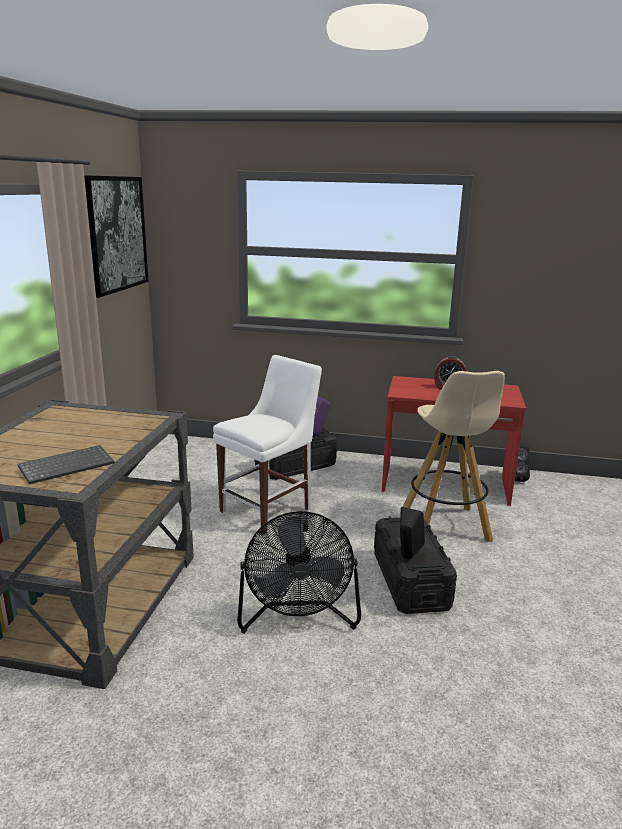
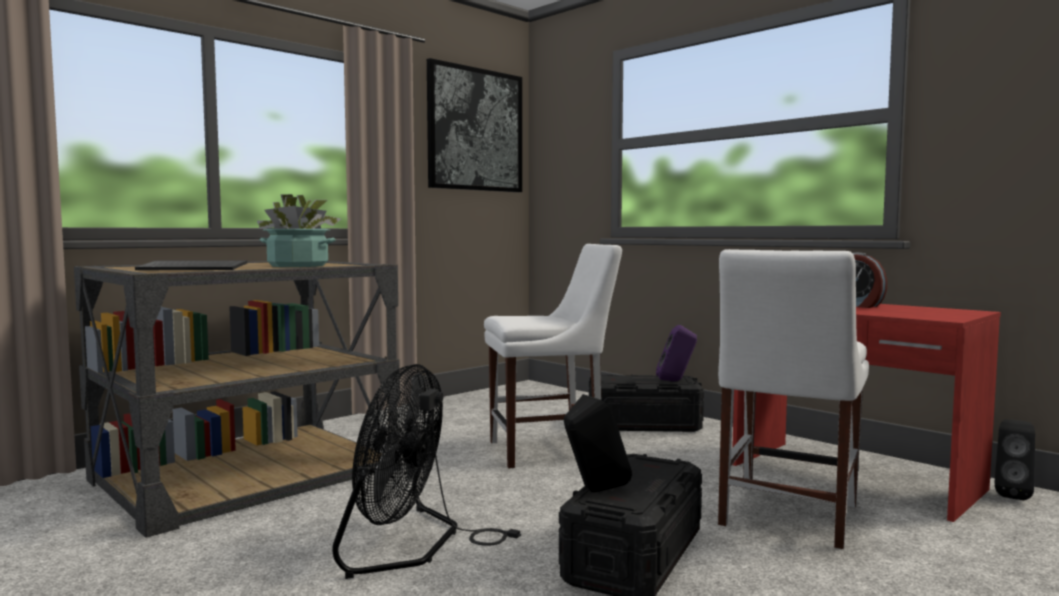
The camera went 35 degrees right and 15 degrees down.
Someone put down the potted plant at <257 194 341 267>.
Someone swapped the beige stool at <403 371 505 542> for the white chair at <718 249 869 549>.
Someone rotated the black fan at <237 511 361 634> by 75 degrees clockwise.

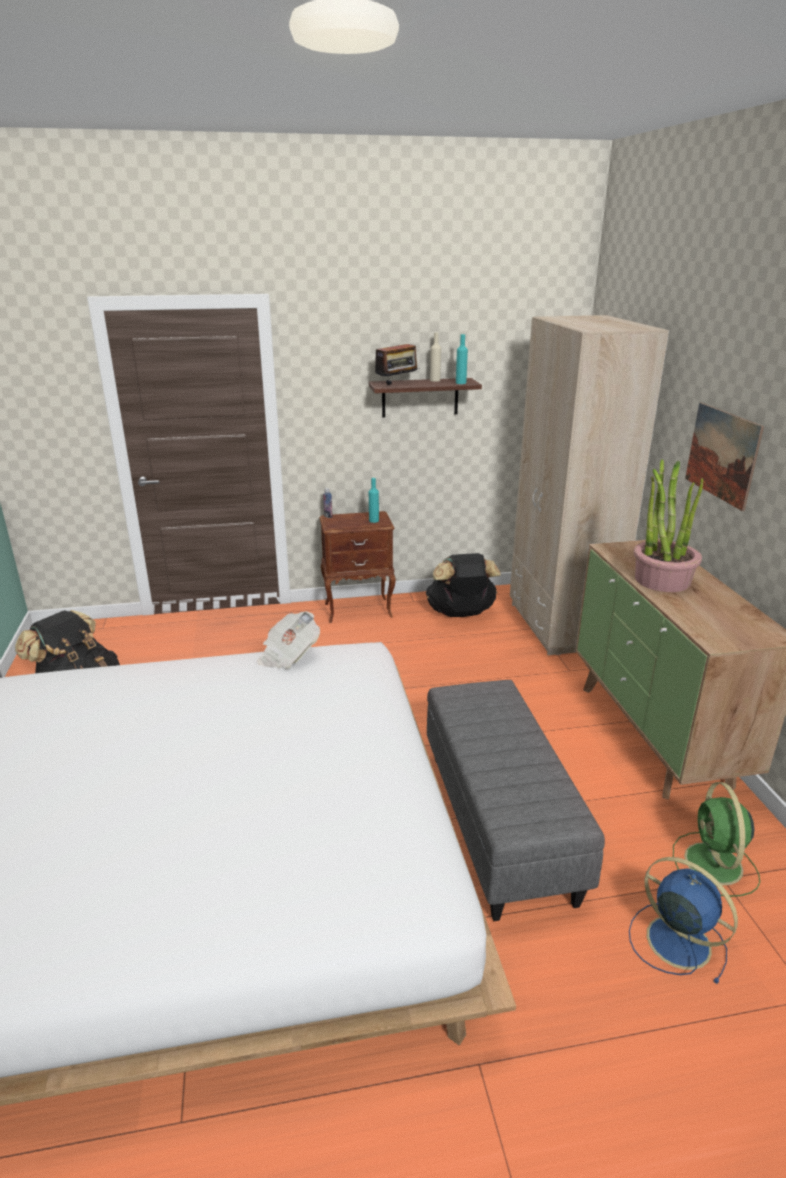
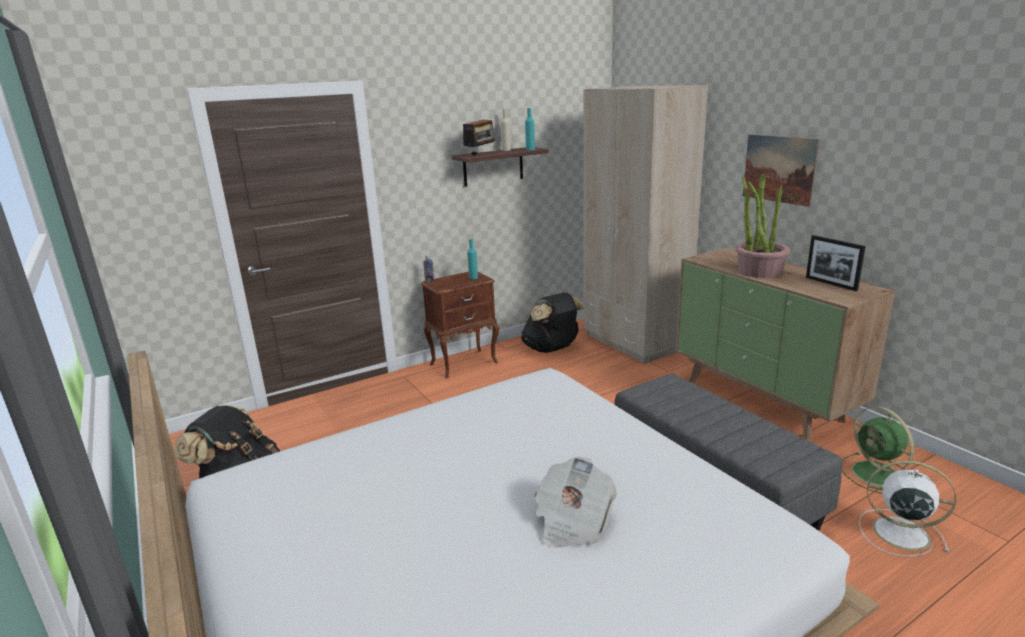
The camera went 20 degrees left and 5 degrees down.
Someone put down the picture frame at <806 235 866 291>.
Someone carried the newspaper from <257 611 320 669> to <534 457 617 548>.
Someone repainted the blue fan at <629 857 738 984>, which became the white fan at <859 460 956 557>.

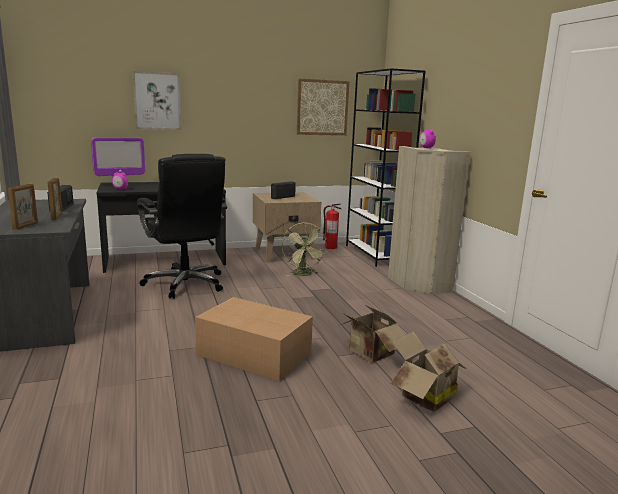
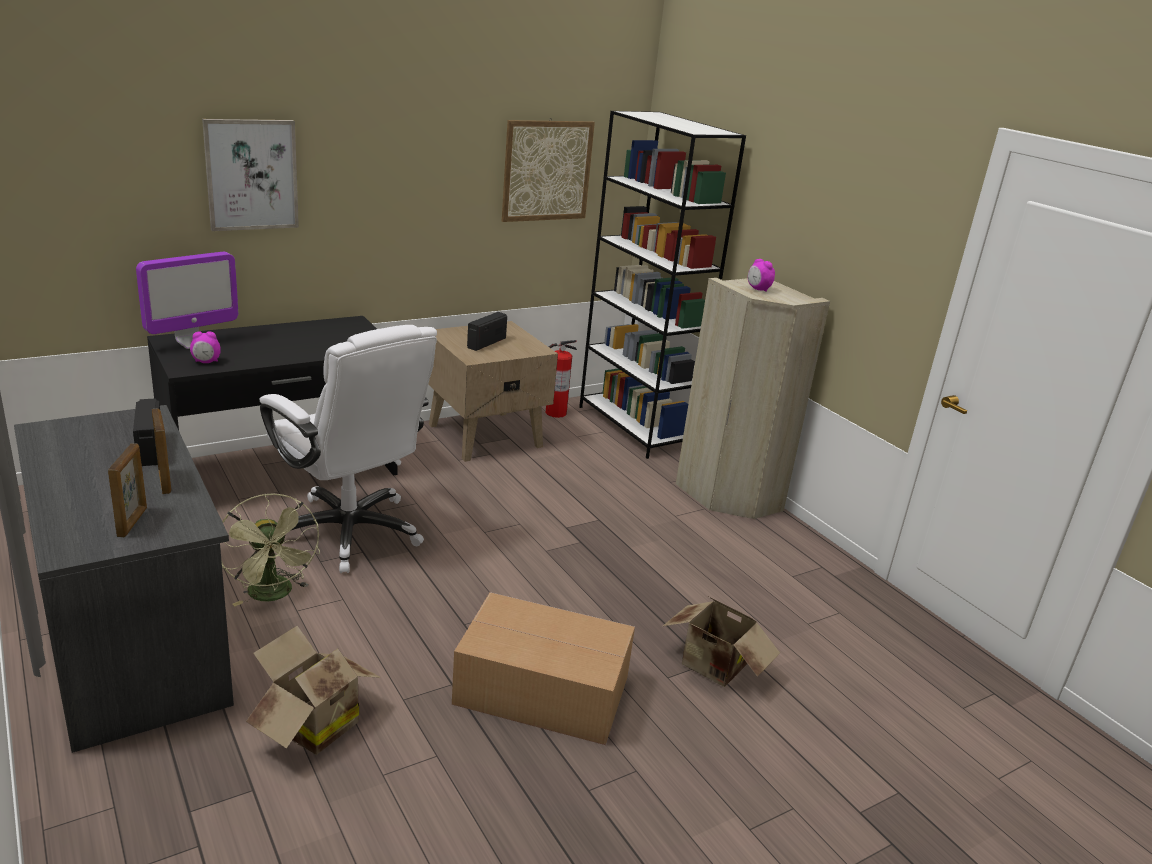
The camera went 15 degrees left and 10 degrees up.
Someone carried the green fan from <282 223 327 276> to <222 493 320 606>.
Someone carried the cardboard box from <391 331 468 412> to <246 626 381 755>.
Someone repainted the black office chair at <137 154 227 299>, which became the white office chair at <259 325 437 573>.

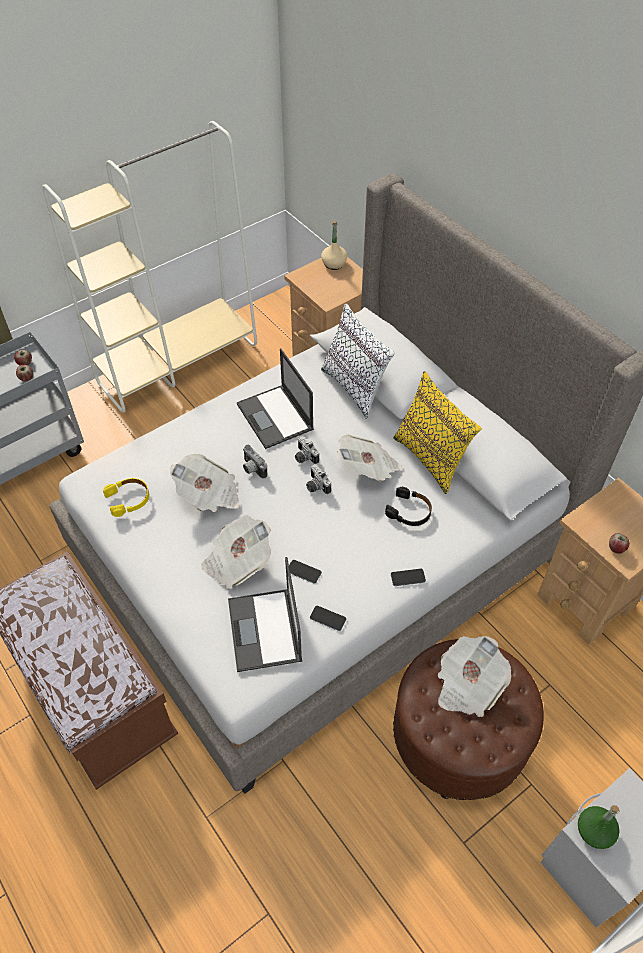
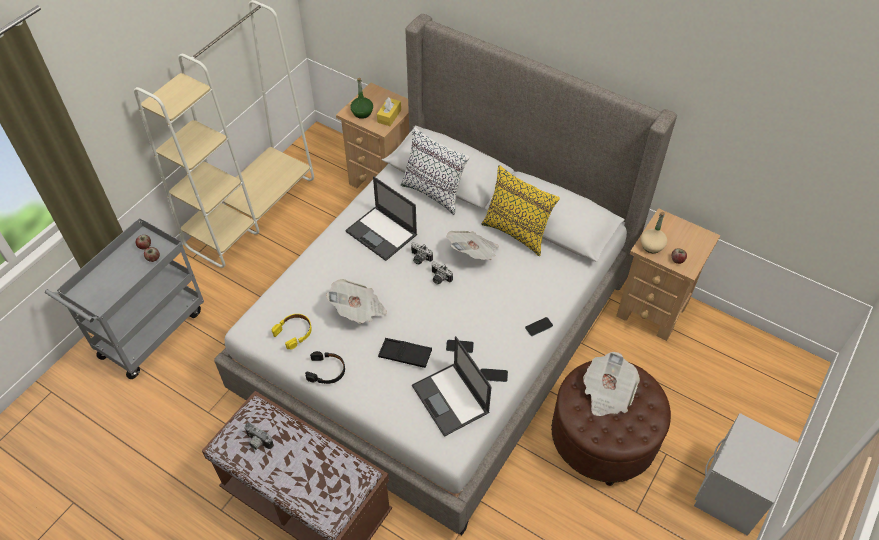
The camera went 20 degrees left and 0 degrees up.
Someone put down the yellow tissue box at <377 97 401 126>.
Someone carried the photo camera from <243 444 267 479> to <244 423 273 450>.
Someone carried the beige bottle from <321 221 347 270> to <641 212 667 253>.
Someone carried the black headphones from <385 487 432 526> to <305 351 345 384>.
Someone carried the green bottle from <578 805 620 849> to <350 78 373 119>.
Someone swapped the newspaper at <201 515 271 590> for the black tray at <378 338 432 368>.

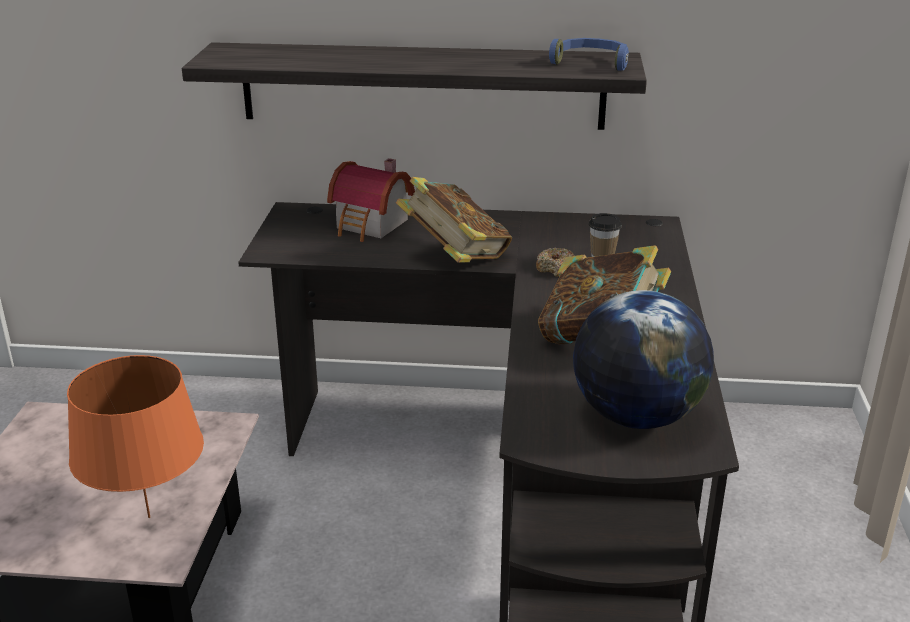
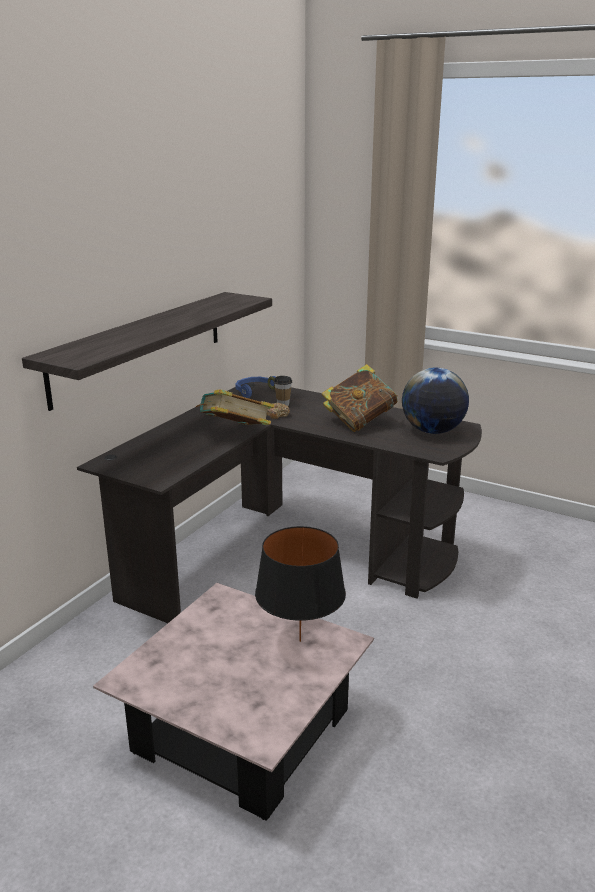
The camera went 65 degrees left and 5 degrees down.
Someone took away the toy house at <327 158 415 242>.
Someone carried the blue headphones from <549 38 629 71> to <235 376 275 398>.
Someone repainted the orange table lamp at <67 355 204 518>, which became the black table lamp at <255 526 346 642>.

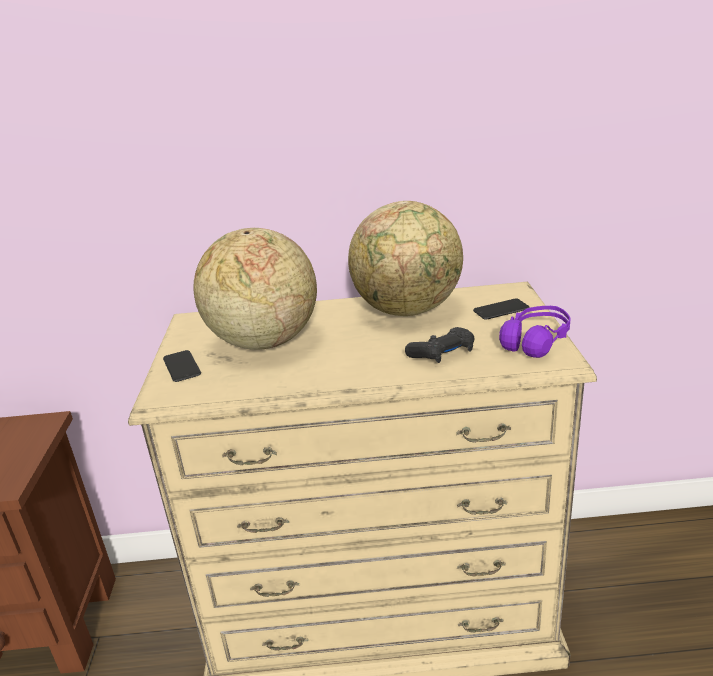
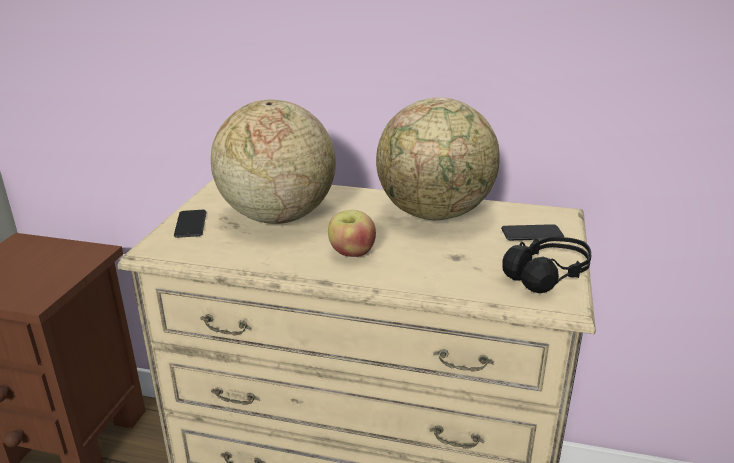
The camera went 15 degrees right and 0 degrees up.
Someone took away the black game controller at <405 327 474 363>.
Someone put down the apple at <328 210 376 257>.
Someone repainted the purple headphones at <499 306 570 358>, which became the black headphones at <502 237 591 293>.

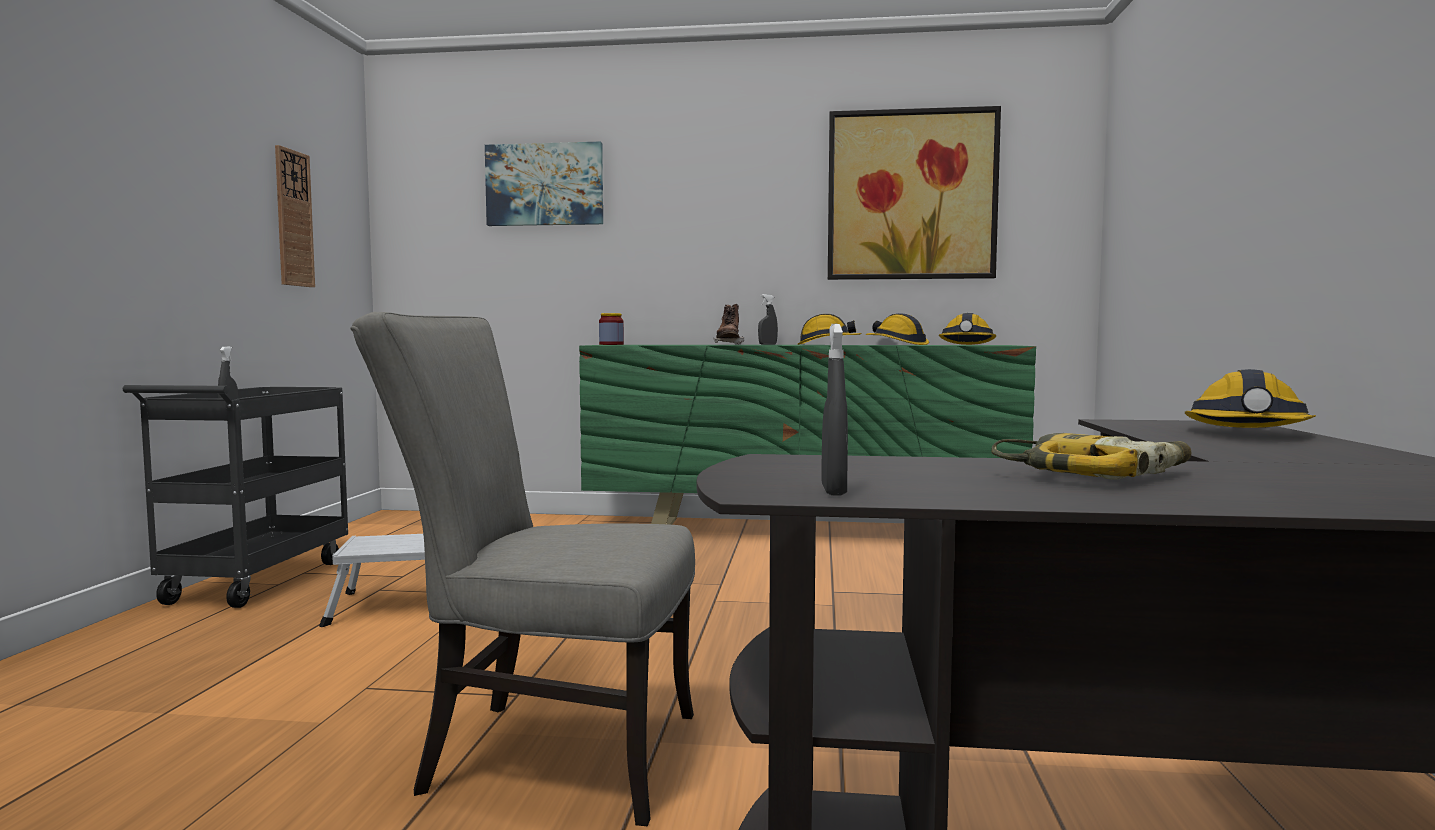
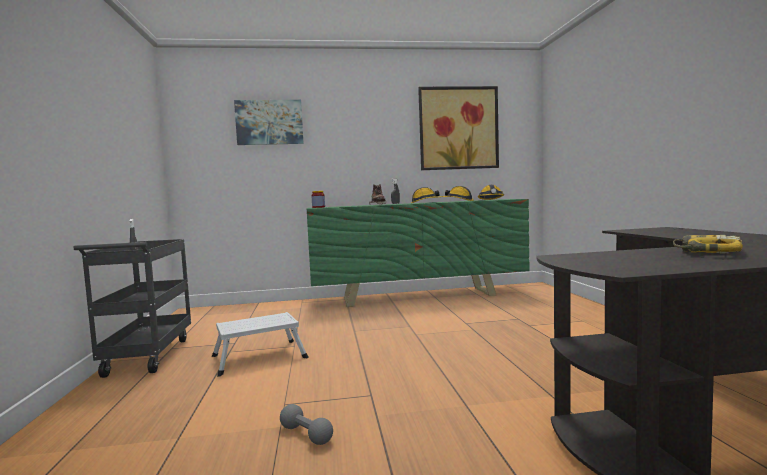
The camera went 15 degrees left and 0 degrees up.
Someone took away the wall clock at <275 145 315 287>.
Someone took away the grey chair at <350 312 695 826>.
Someone took away the grey spray bottle at <821 324 848 496>.
Someone took away the hard hat at <1185 369 1316 428>.
Someone put down the grey dumbbell at <280 404 333 445>.

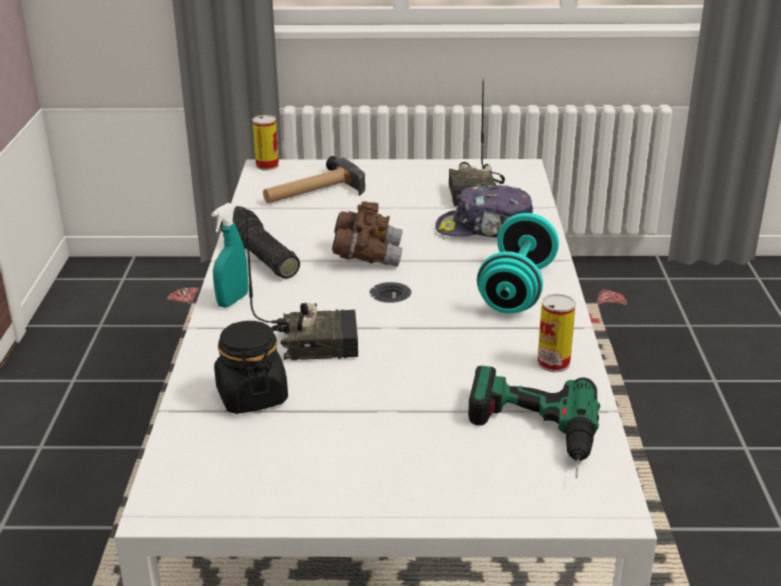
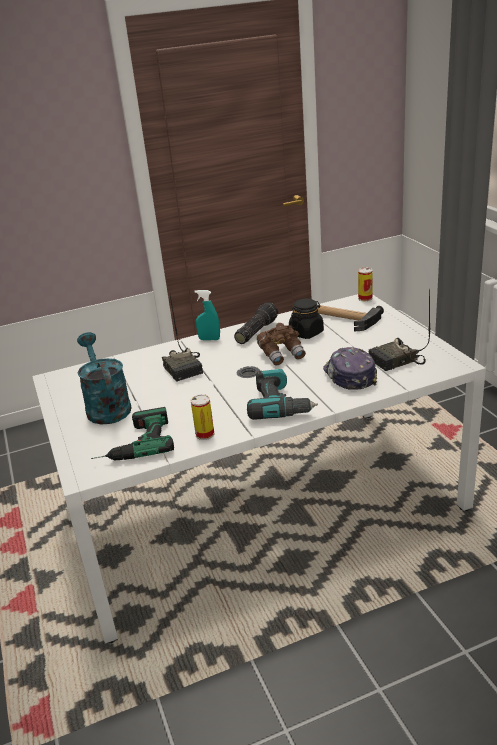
The camera went 70 degrees right and 0 degrees up.
Someone put down the turquoise watering can at <77 332 132 425>.
Someone carried the black jar from <214 321 288 414> to <289 299 324 339>.
Someone swapped the turquoise dumbbell at <477 213 559 314> for the power drill at <247 369 318 420>.

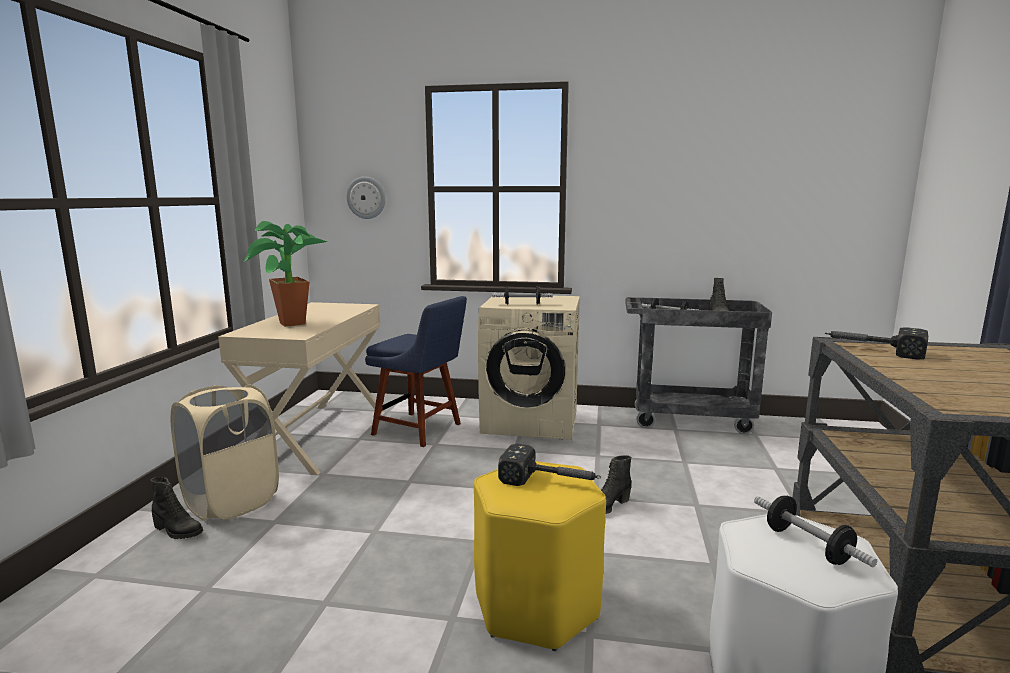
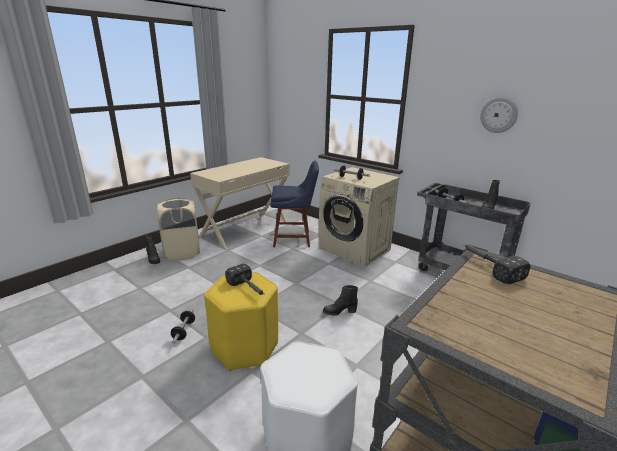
The camera went 30 degrees right and 10 degrees up.
Someone took away the potted plant at <244 221 328 327>.
Someone carried the wall clock from <346 177 386 219> to <480 97 518 133>.
Someone carried the dumbbell from <754 495 877 567> to <171 309 195 344>.
Someone rotated the blue chair at <365 296 467 447> by 60 degrees counterclockwise.

